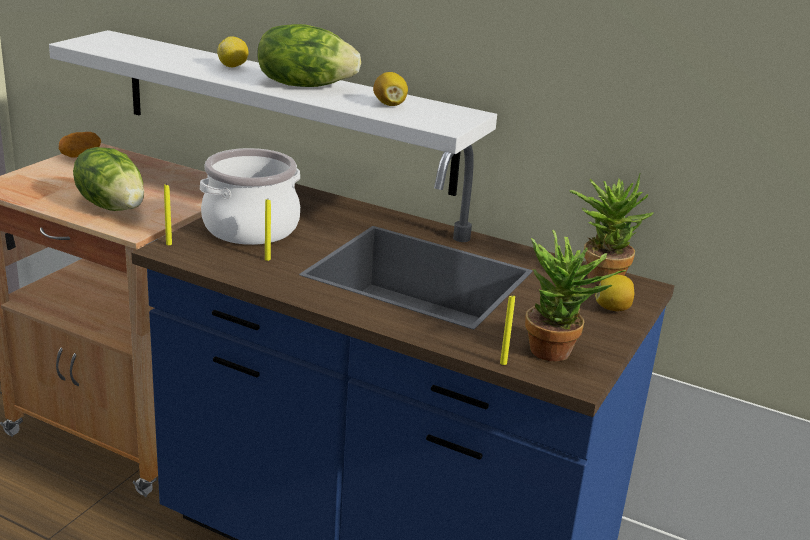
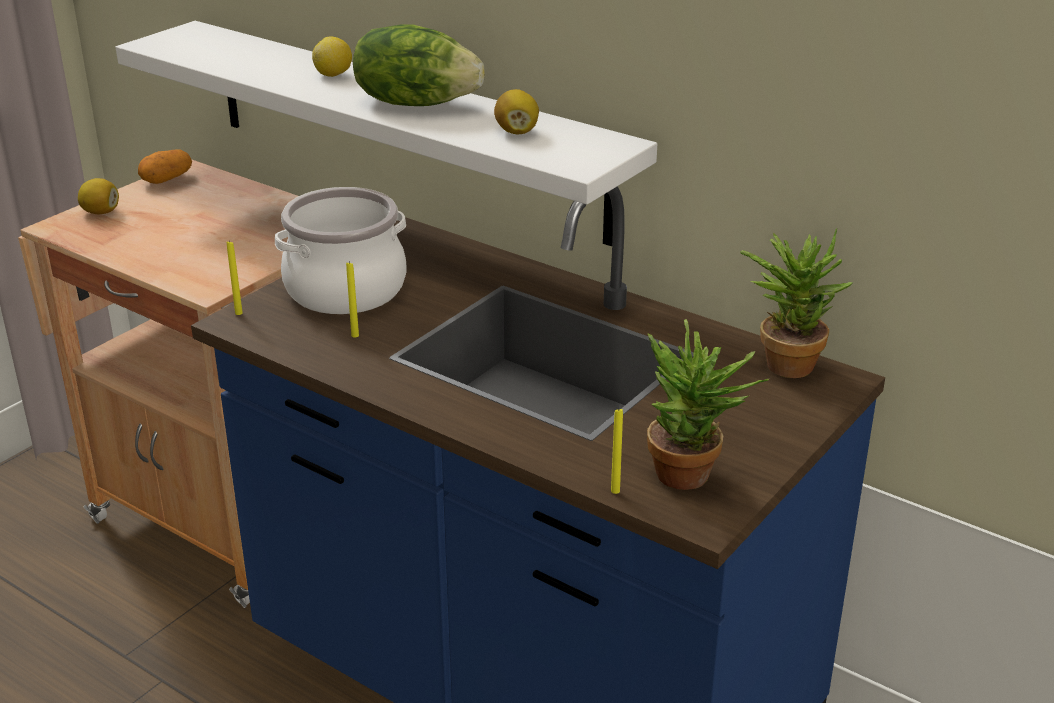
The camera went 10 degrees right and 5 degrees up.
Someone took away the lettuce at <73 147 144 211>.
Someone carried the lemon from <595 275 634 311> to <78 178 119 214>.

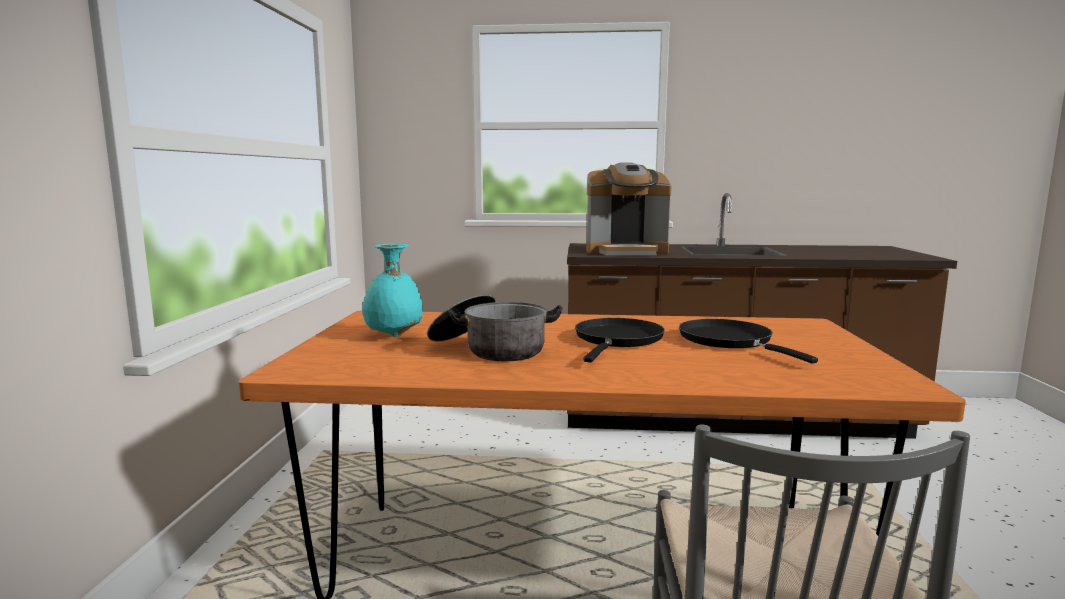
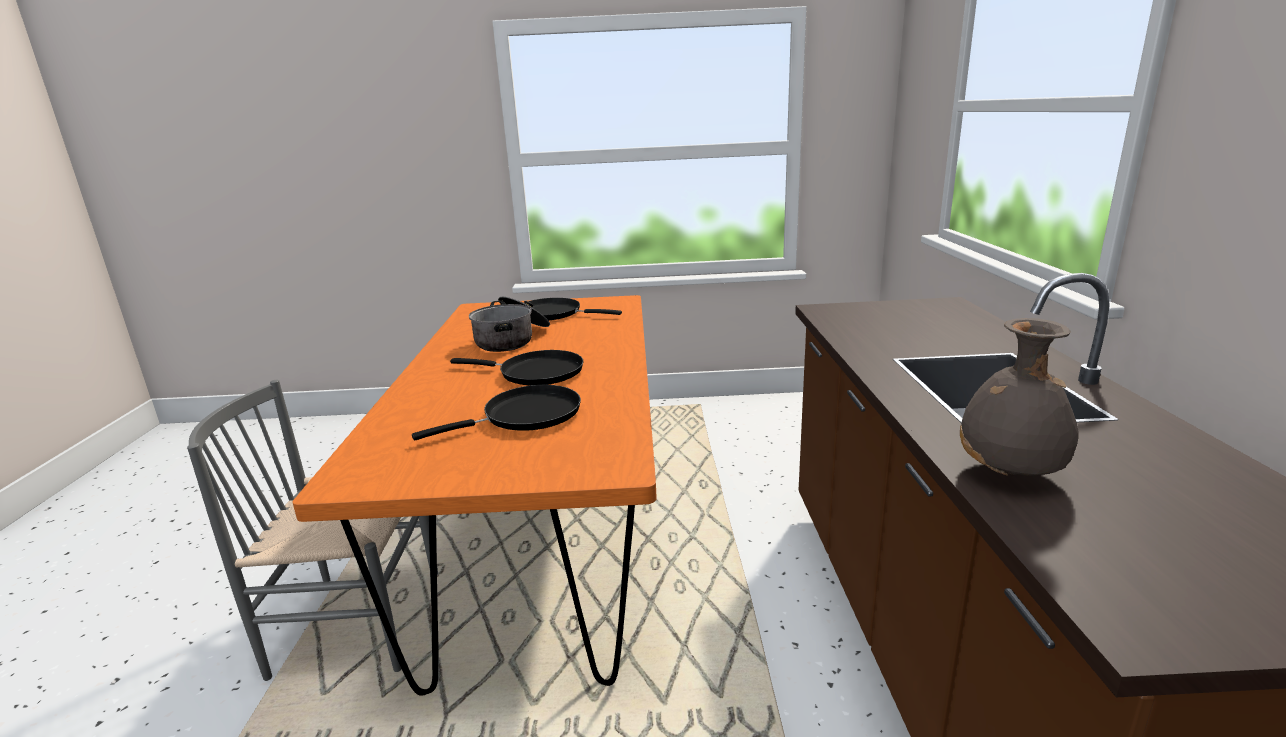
The camera went 85 degrees right and 10 degrees up.
Someone took away the coffee machine at <586 162 671 255>.
Someone put down the grey vase at <960 318 1079 476>.
Someone swapped the turquoise vase at <362 244 423 337> for the black frying pan at <528 298 622 320>.

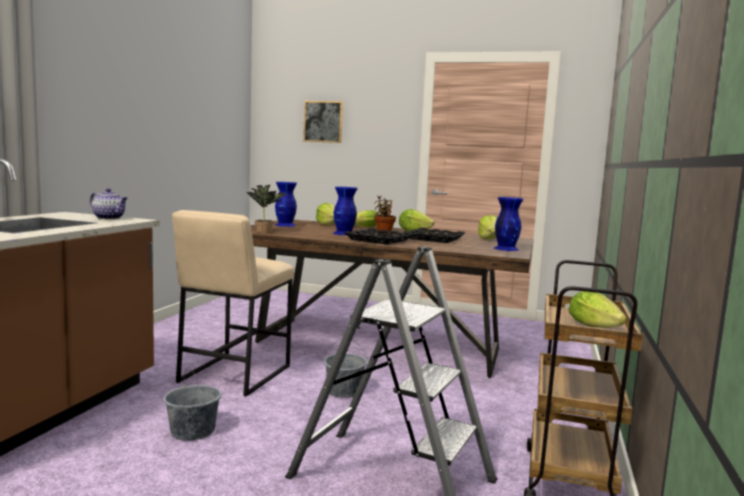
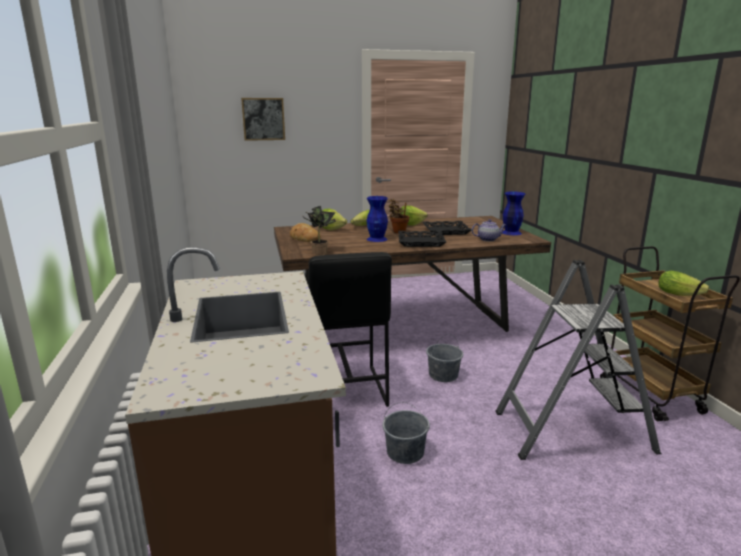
The camera went 30 degrees left and 10 degrees up.
Someone took away the lettuce at <478 215 497 239>.
Someone carried the teapot from <90 188 128 219> to <472 219 506 241>.
Someone swapped the blue vase at <275 182 297 227> for the bread at <290 223 321 242>.
Someone repainted the beige chair at <172 210 294 397>, which became the black chair at <308 252 392 407>.

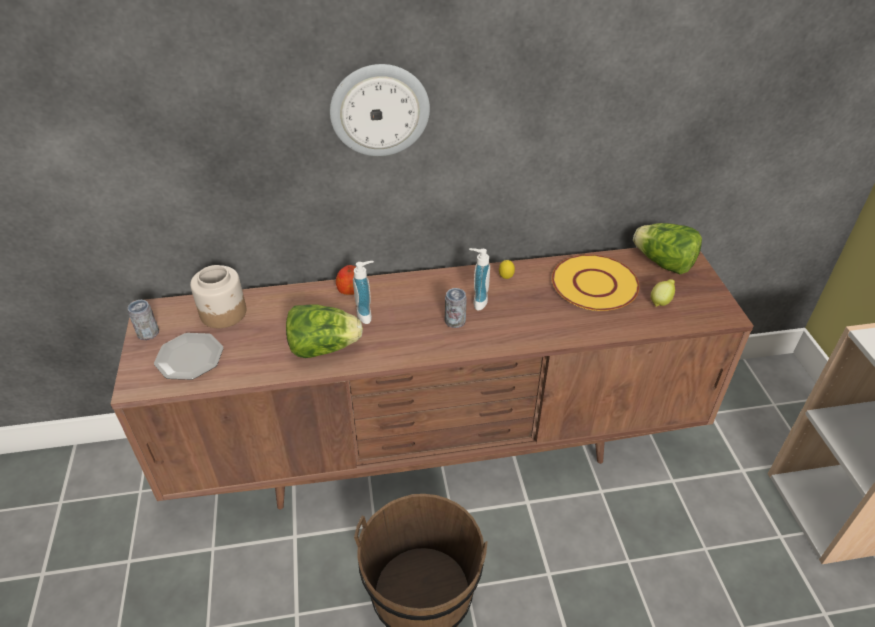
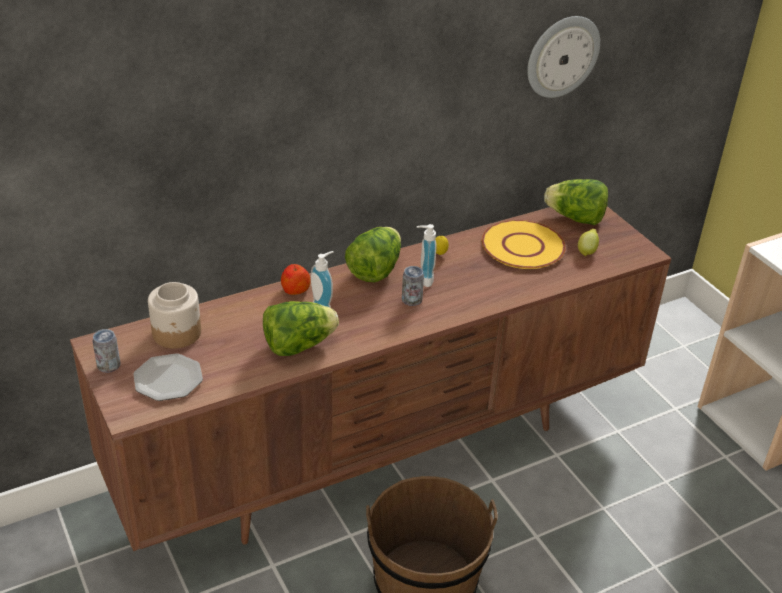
The camera went 20 degrees left and 5 degrees down.
Someone put down the lettuce at <345 227 401 282>.
Someone carried the wall clock from <330 64 430 156> to <527 16 600 98>.

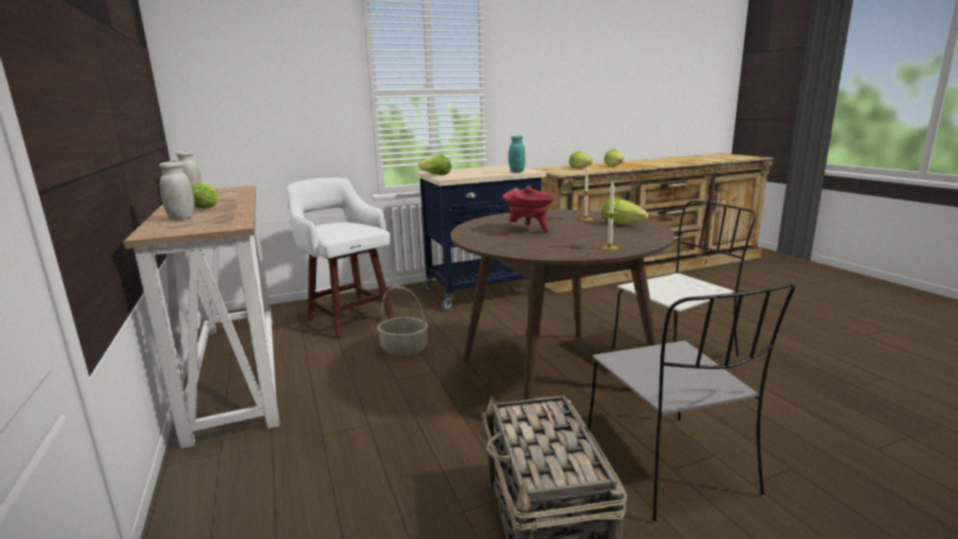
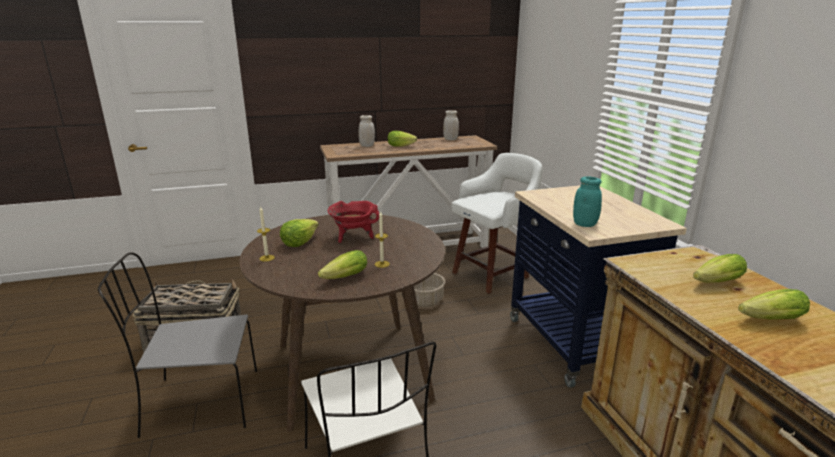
The camera went 95 degrees right and 5 degrees up.
Someone carried the lettuce from <418 155 451 175> to <280 219 319 247>.

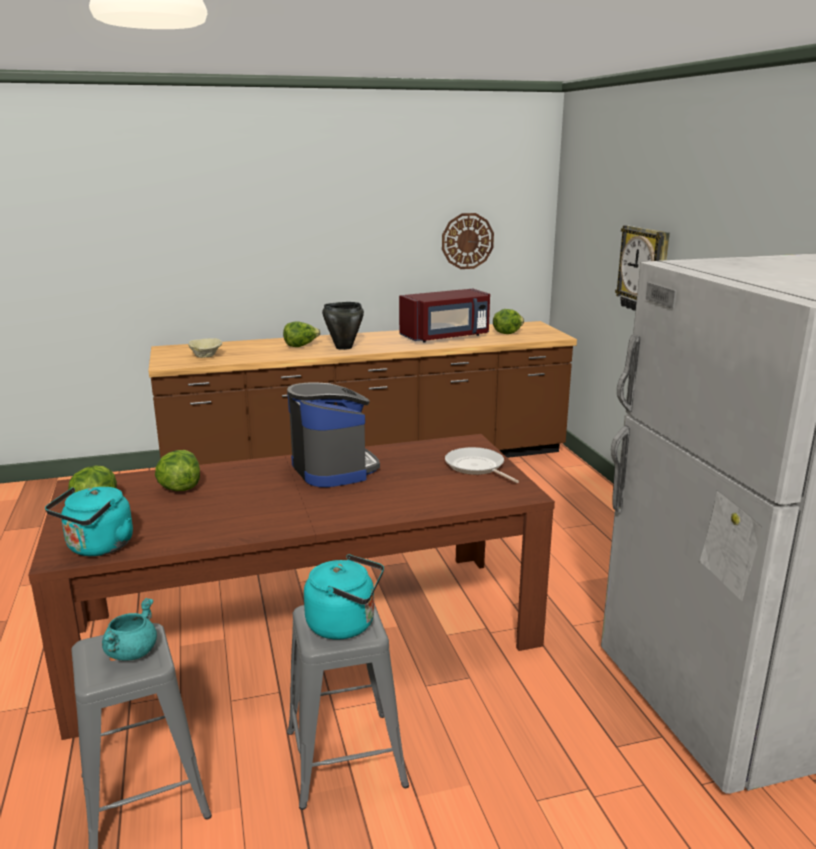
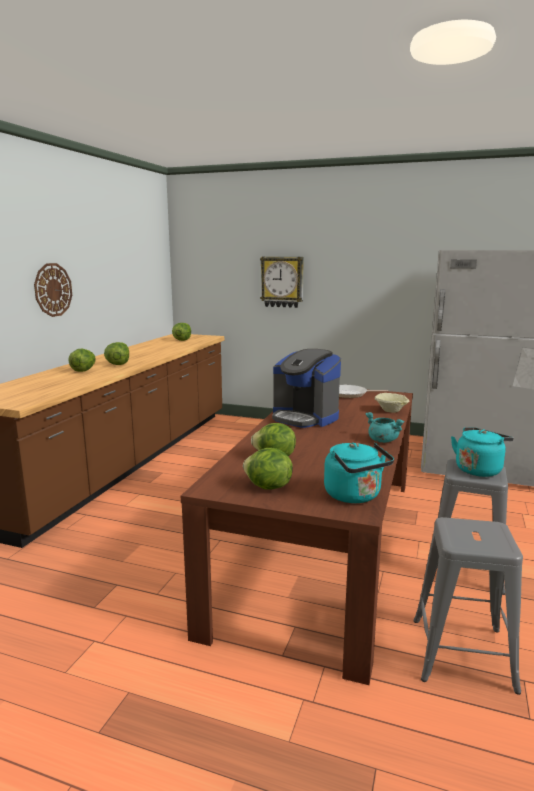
The camera went 55 degrees left and 5 degrees down.
Someone took away the red microwave at <399 288 490 342>.
Someone carried the turquoise cooking pot from <102 598 157 661> to <365 412 405 443>.
Someone carried the beige bowl from <188 338 223 358> to <375 393 409 413>.
Someone carried the wall clock from <442 213 494 269> to <34 263 72 317>.
Someone swapped the black cooking pot at <322 302 364 350> for the lettuce at <104 342 129 365>.
Someone rotated the coffee machine at <287 382 380 487> by 150 degrees counterclockwise.

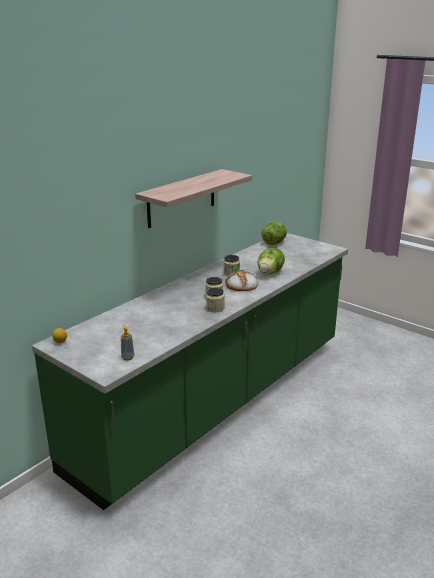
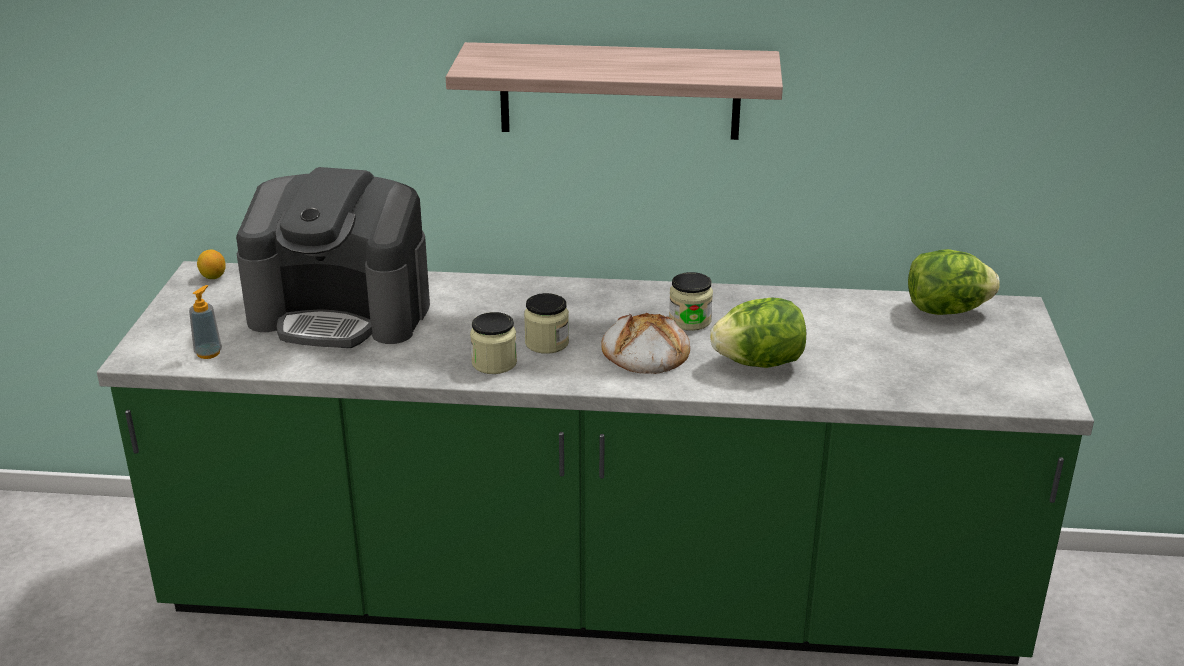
The camera went 55 degrees right and 5 degrees up.
Someone put down the coffee machine at <236 167 430 348>.

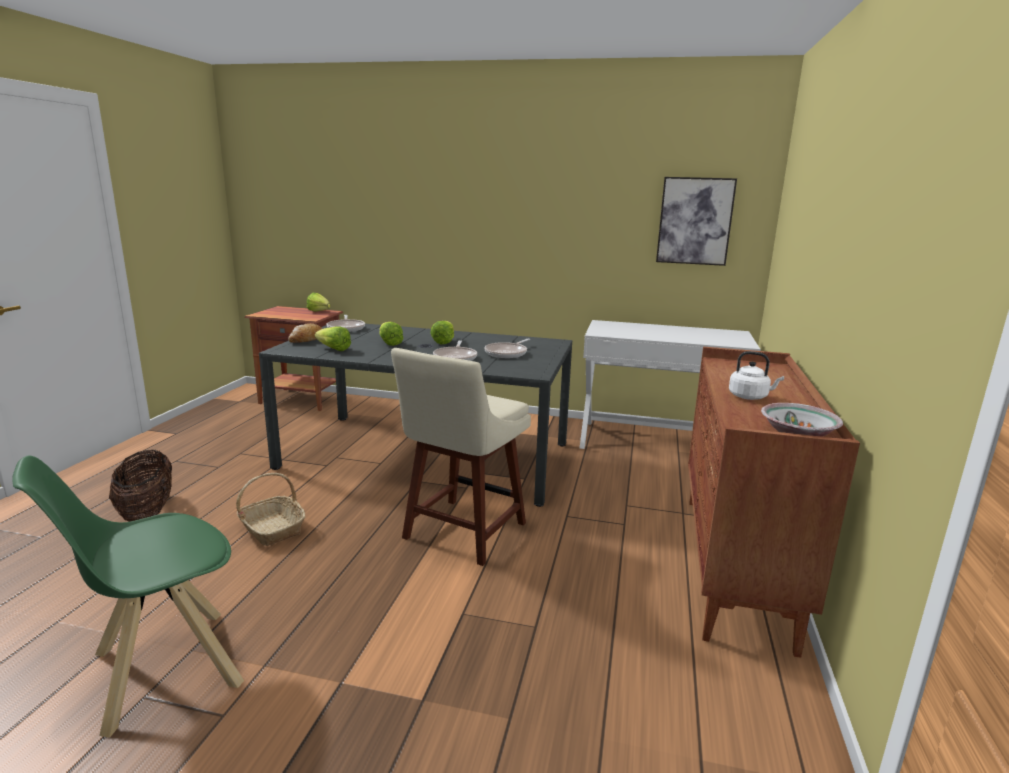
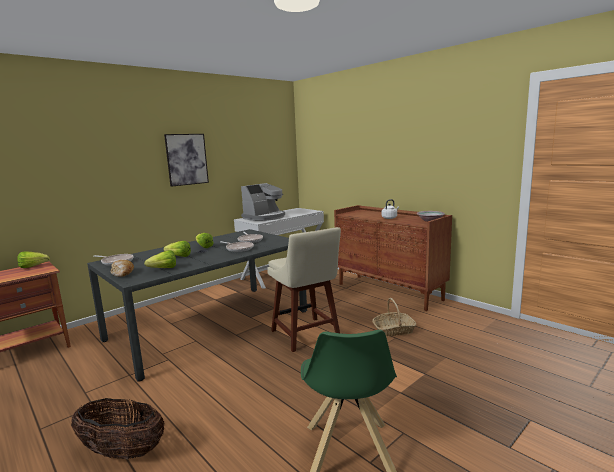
The camera went 55 degrees left and 5 degrees down.
Someone put down the coffee machine at <241 183 285 221>.
Someone carried the basket from <236 473 306 546> to <372 298 416 337>.
Someone carried the picture from <656 177 737 266> to <164 134 209 187>.

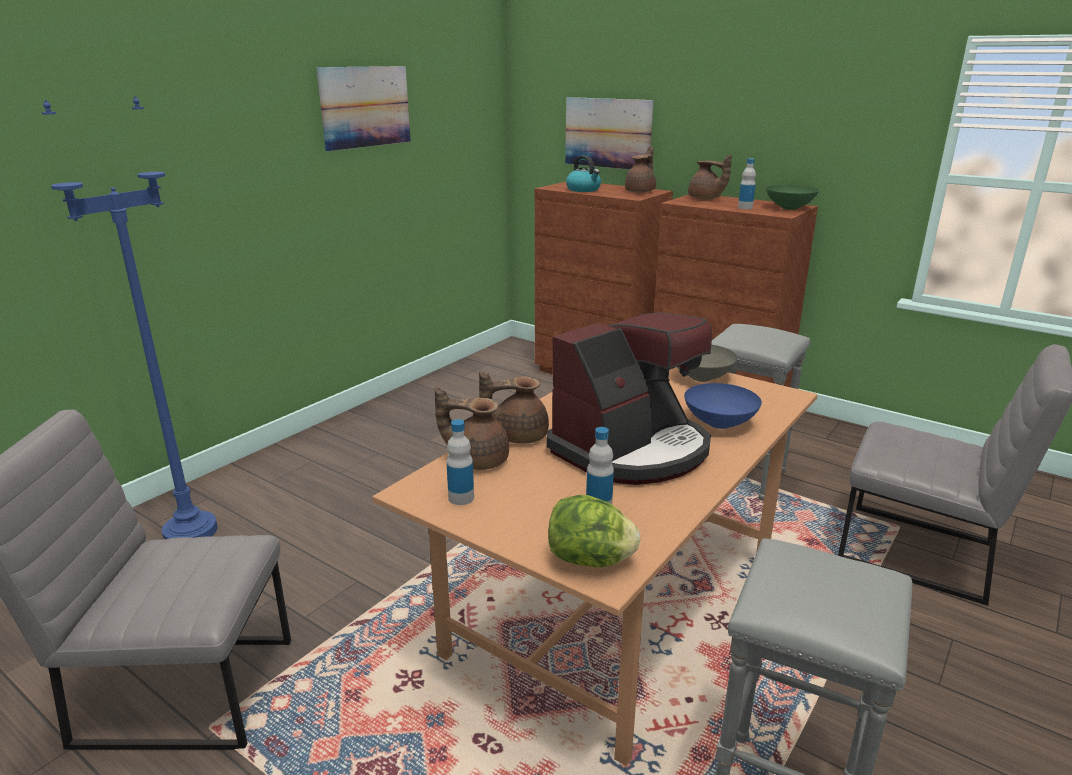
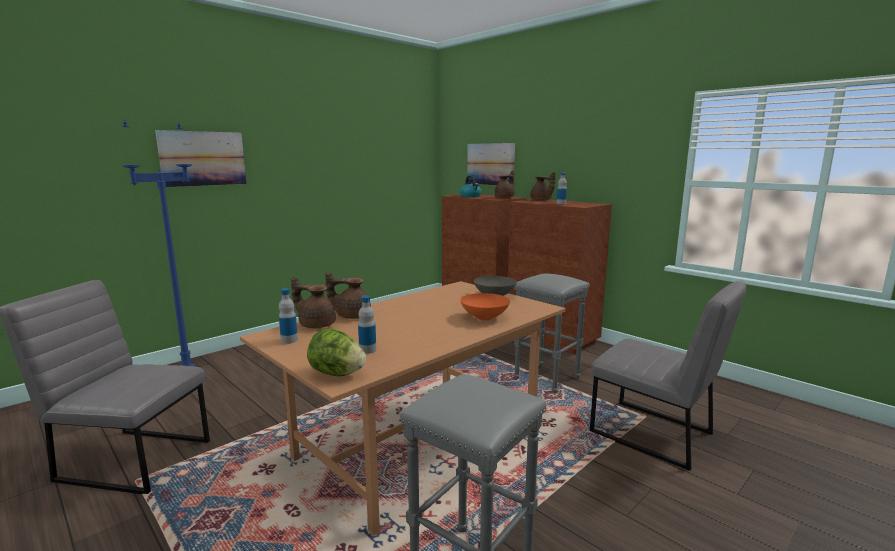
The camera went 10 degrees right and 10 degrees down.
Someone took away the coffee machine at <547 312 712 485>.
Someone took away the green bowl at <766 185 819 210>.
Someone carried the picture from <316 66 411 151> to <155 130 246 187>.
Someone repainted the blue bowl at <684 383 762 429>, which became the orange bowl at <460 293 510 320>.

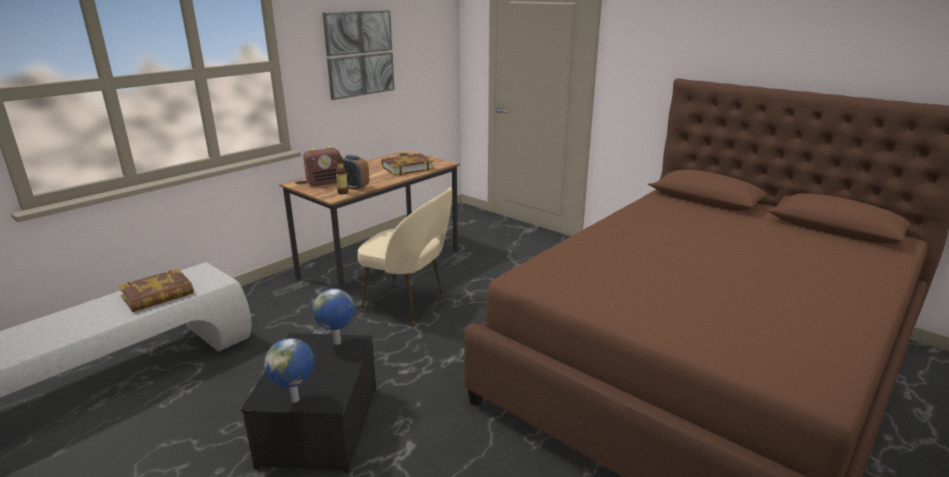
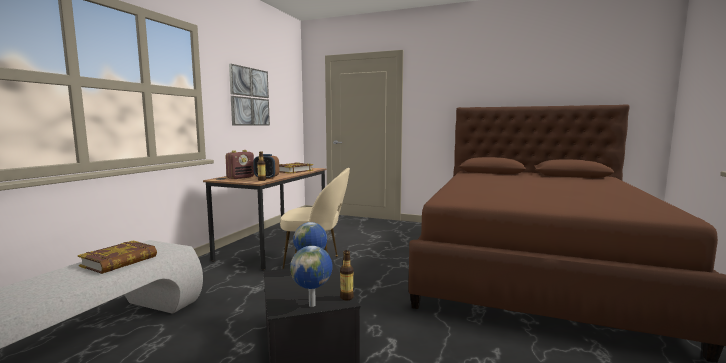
The camera went 20 degrees left and 15 degrees down.
Someone put down the bottle at <340 250 354 300>.

